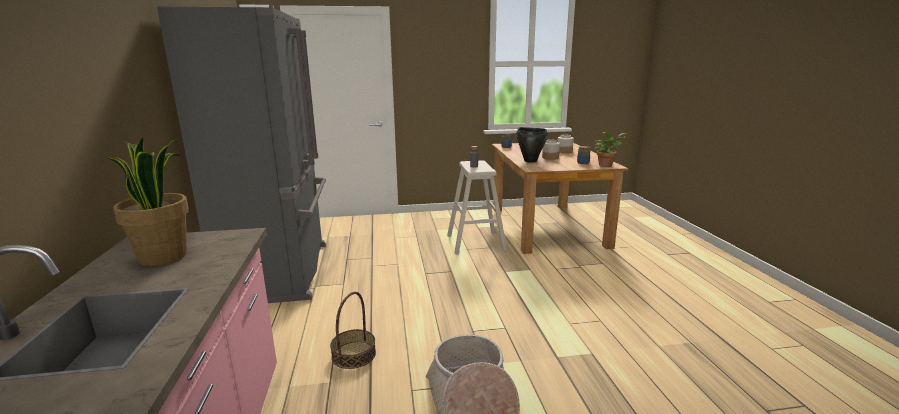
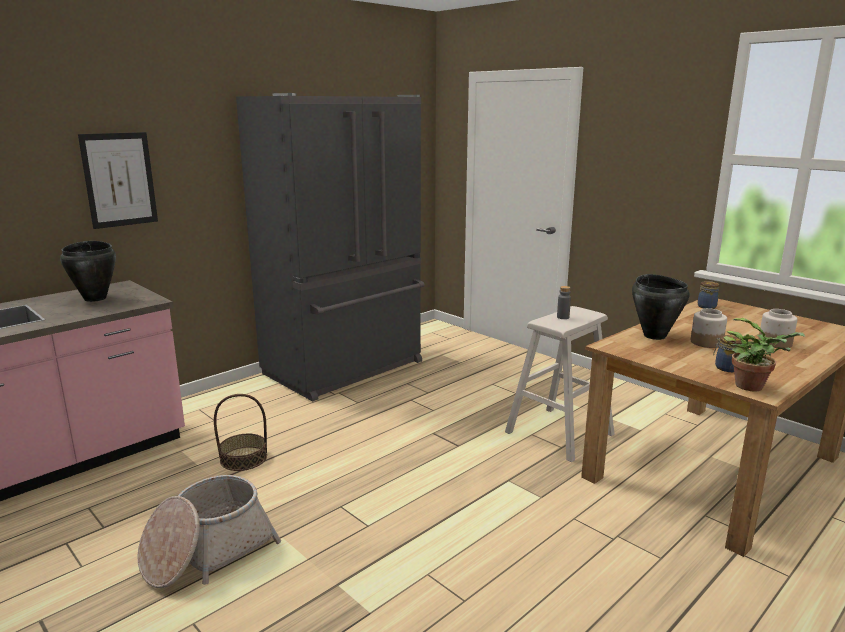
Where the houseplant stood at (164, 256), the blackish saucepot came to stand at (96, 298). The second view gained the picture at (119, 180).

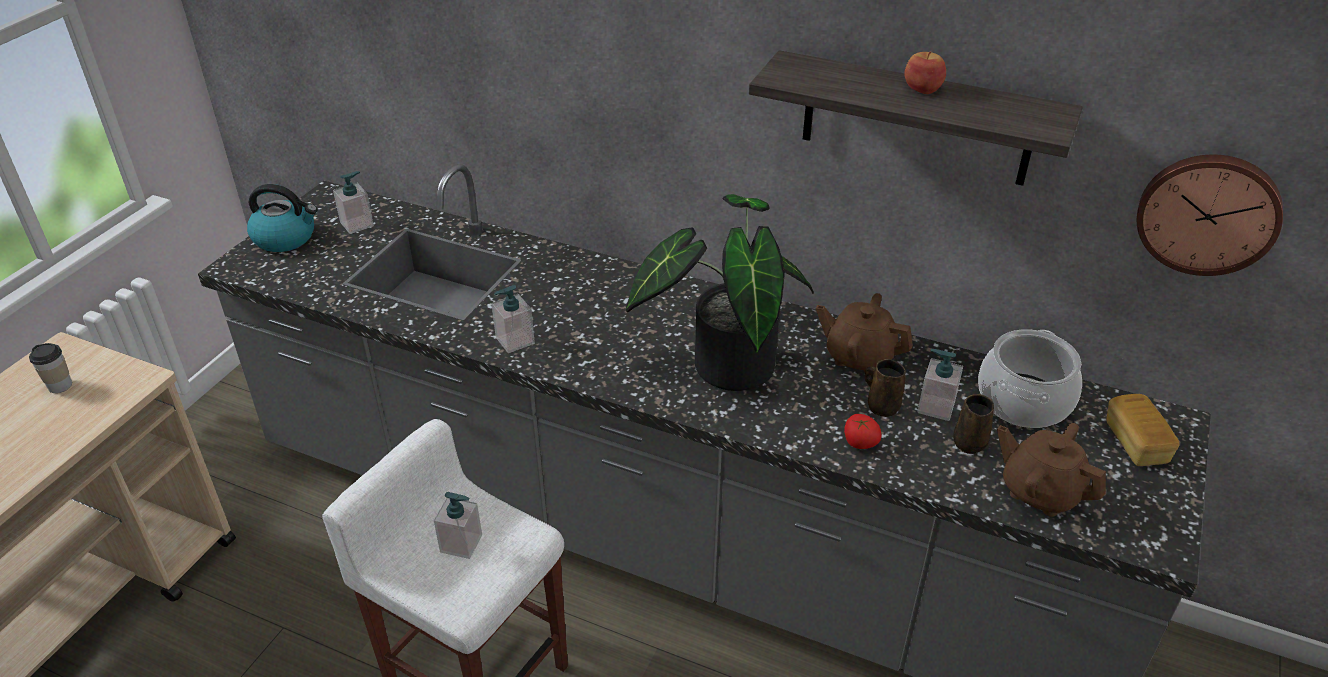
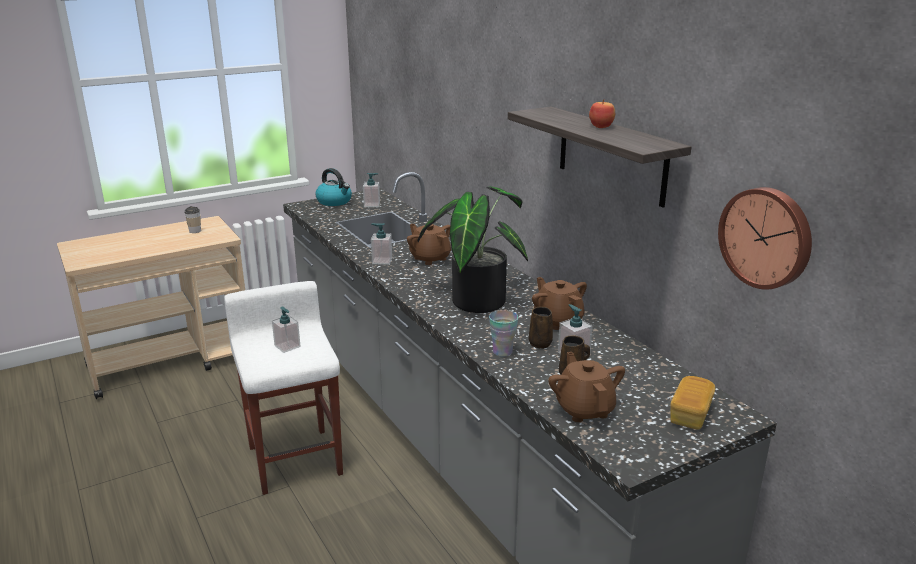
The second view lost the saucepot at (1024, 401). Where the tomato stood at (859, 443), the cup came to stand at (502, 352). The second view gained the brown-coloured tea pot at (430, 258).

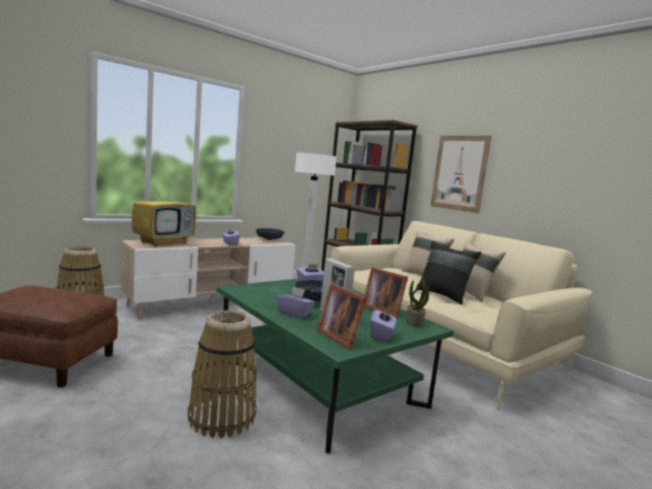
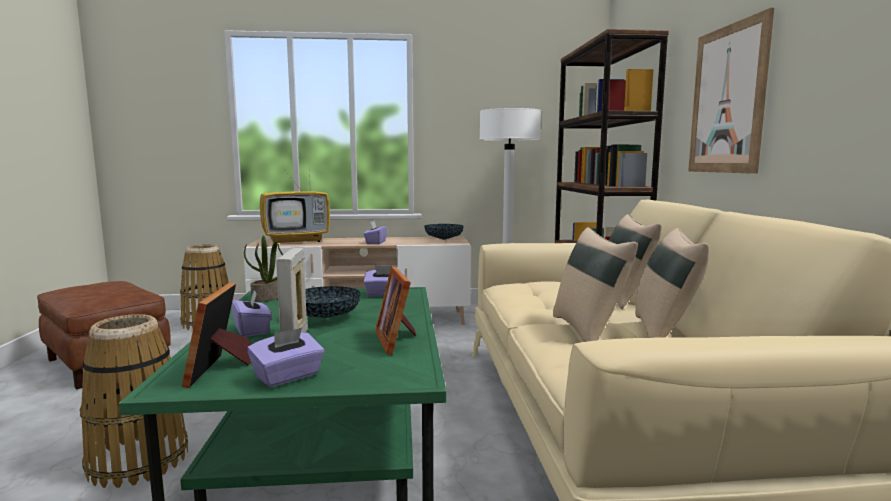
What was the blackish throw pillow at (443, 295) turned into the beige throw pillow at (589, 331). The houseplant ended up elsewhere, having gone from (415, 322) to (268, 298).

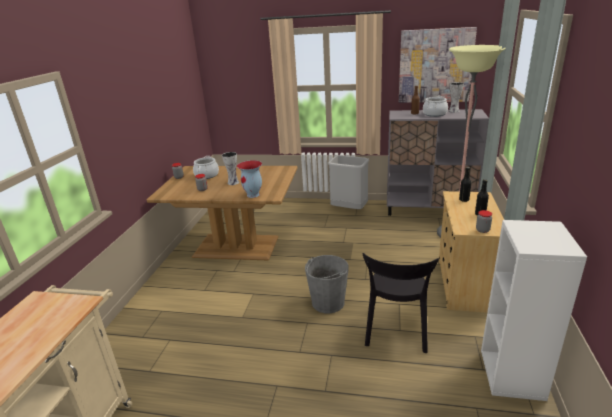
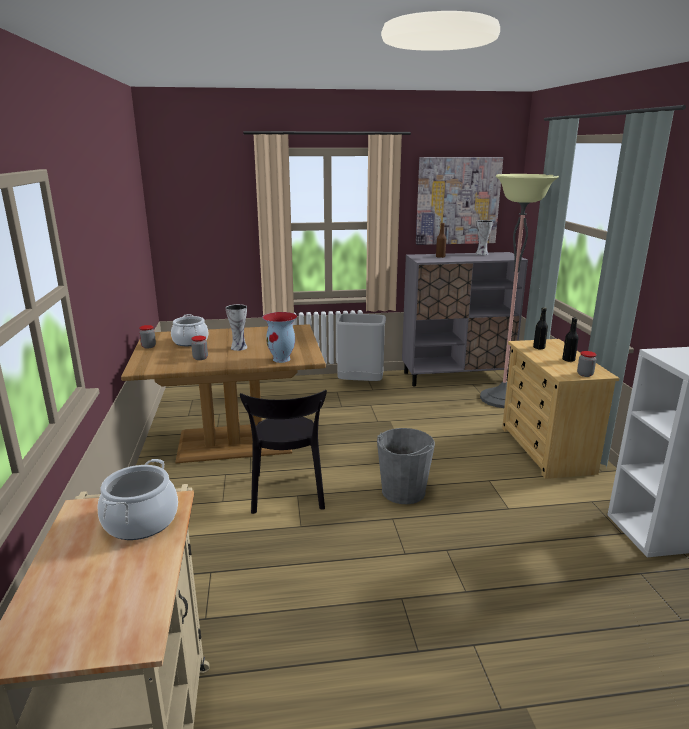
The saucepot ended up elsewhere, having gone from (434, 114) to (141, 521). The blackish upright chair ended up elsewhere, having gone from (396, 332) to (287, 494).

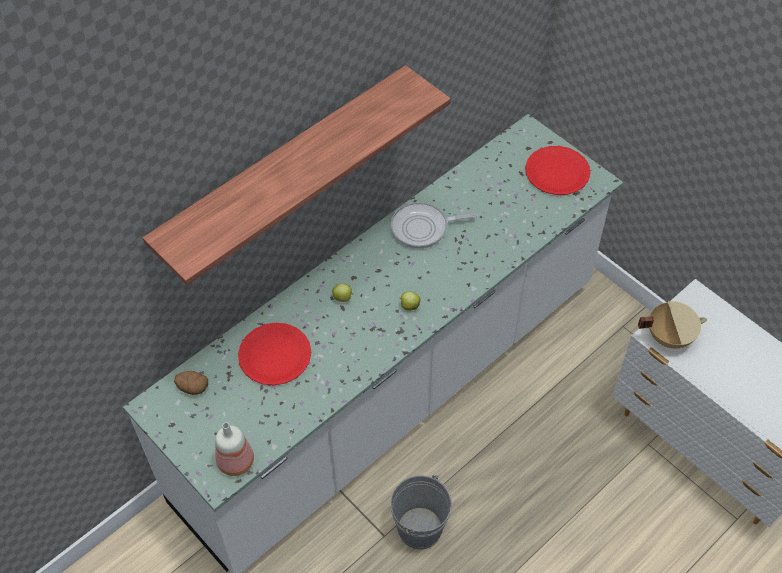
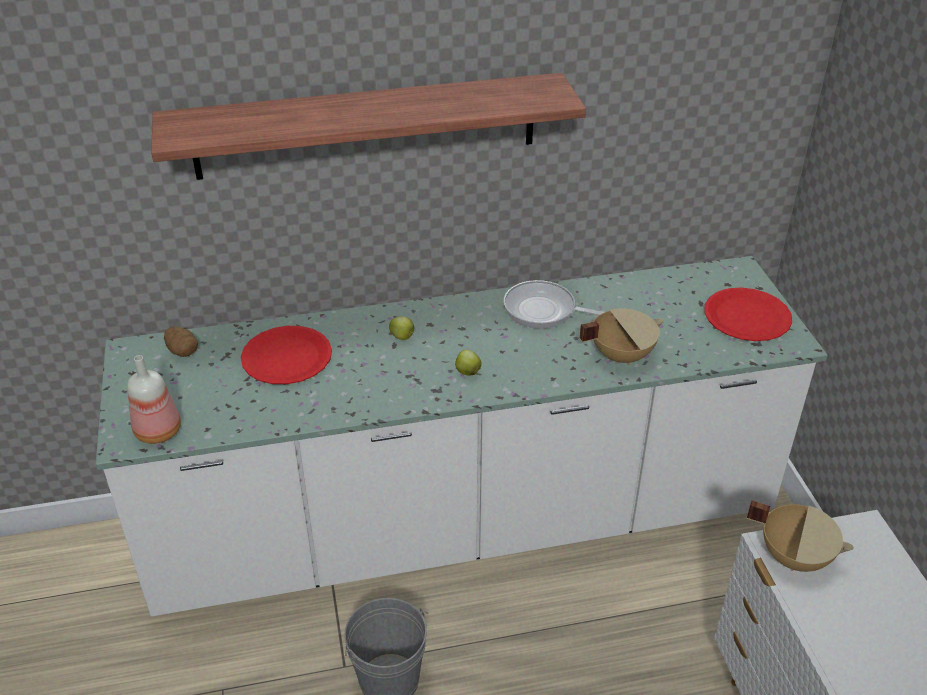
The second view gained the beige saucepot at (620, 355).

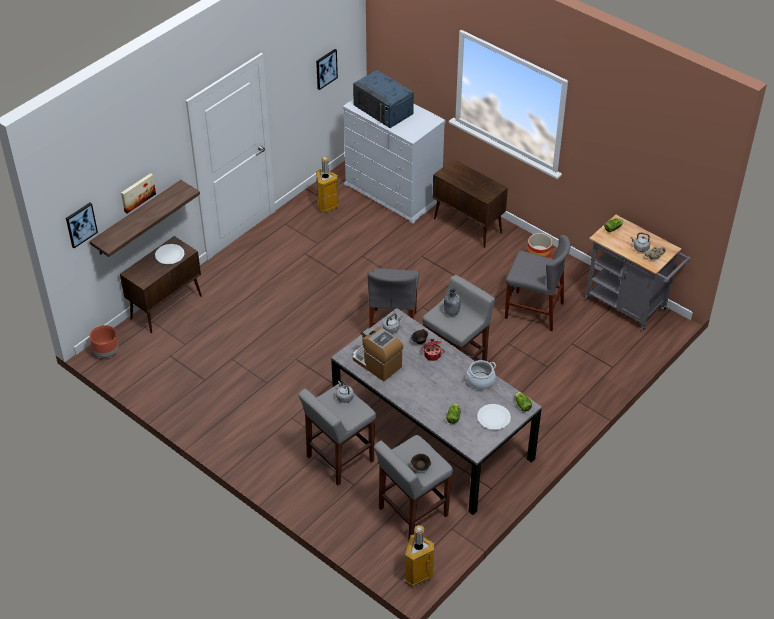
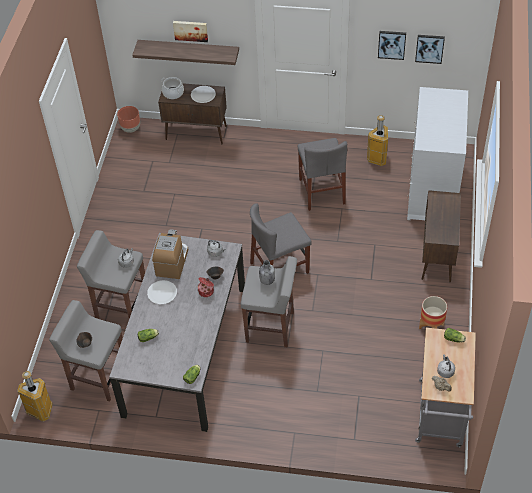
The second view lost the blue kitchen microwave at (383, 109). The picture ended up elsewhere, having gone from (81, 224) to (391, 44). The gray upright chair ended up elsewhere, having gone from (534, 310) to (321, 191). The saucepot ended up elsewhere, having gone from (480, 381) to (173, 93). The whitish dinner plate ended up elsewhere, having gone from (493, 417) to (162, 293).

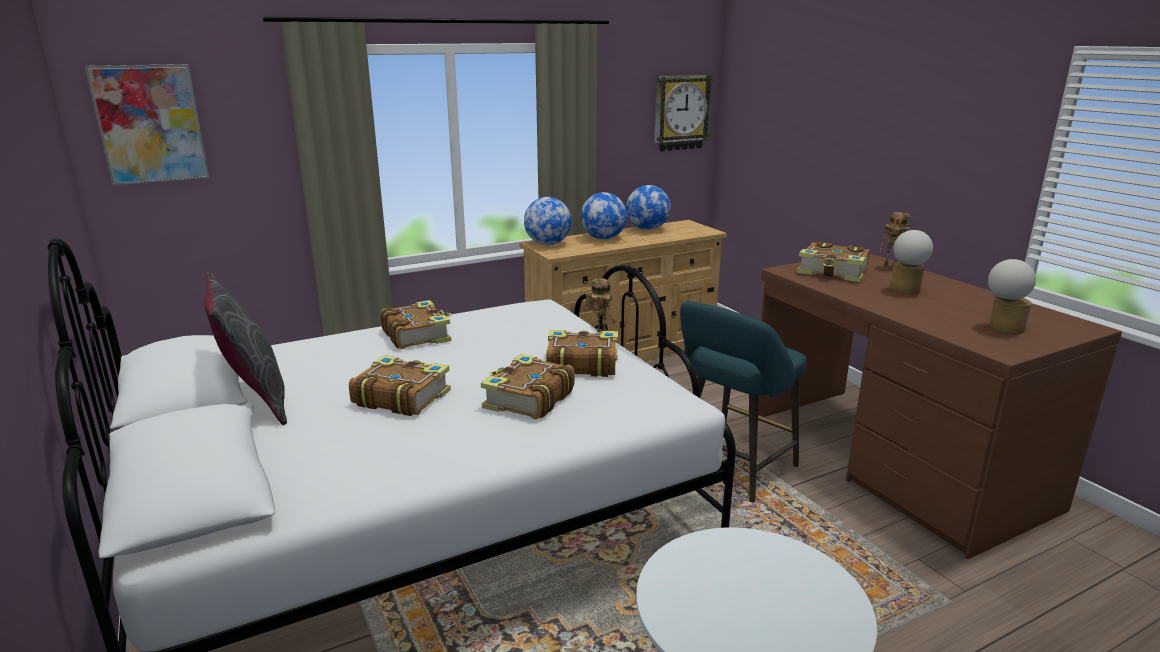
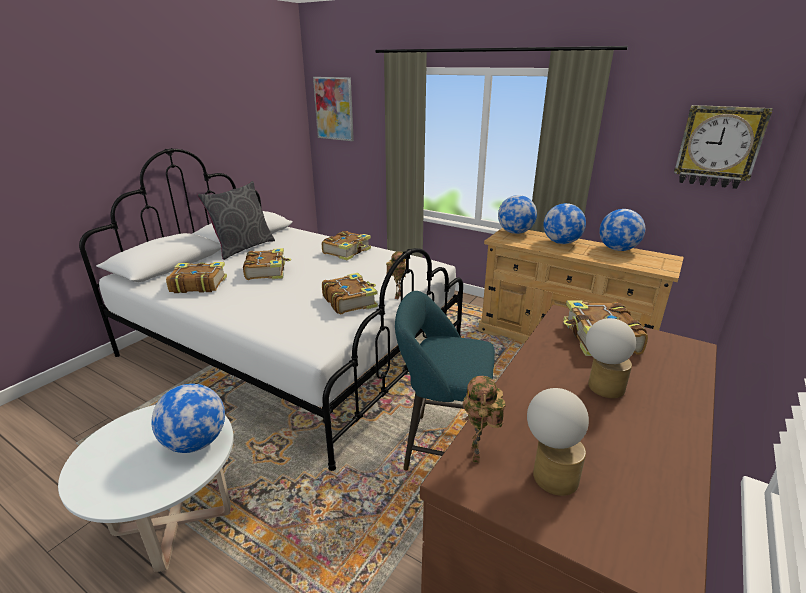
The model robot ended up elsewhere, having gone from (891, 268) to (478, 456). The bound book ended up elsewhere, having gone from (527, 399) to (198, 284). The second view gained the world globe at (196, 443).

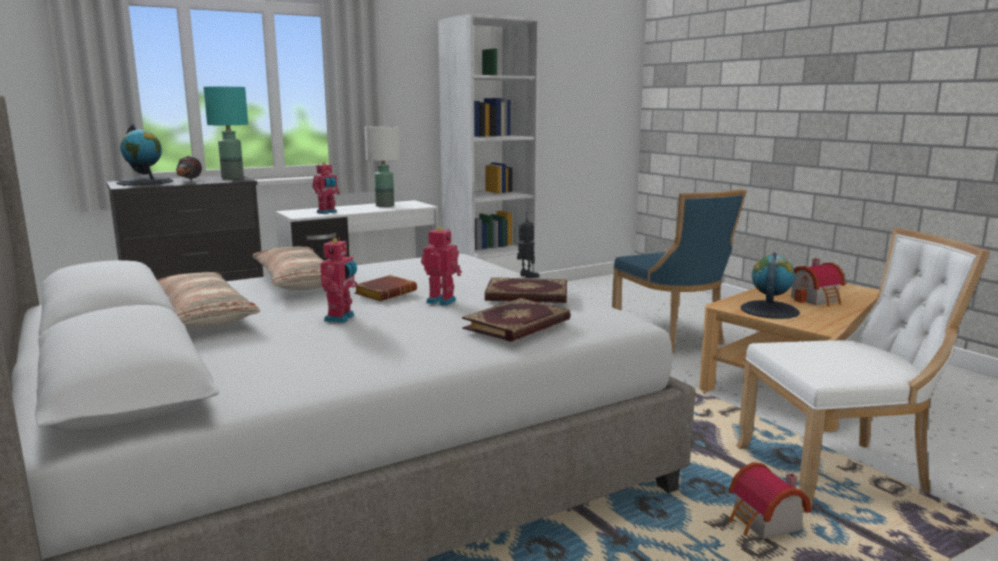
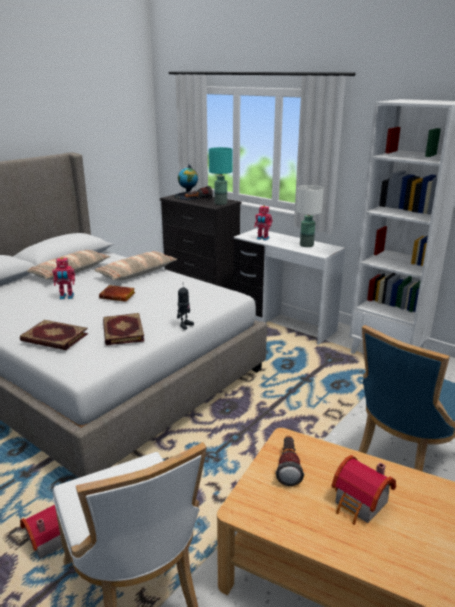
The second view lost the model robot at (442, 301). Where the world globe stood at (769, 310), the flashlight came to stand at (288, 467).

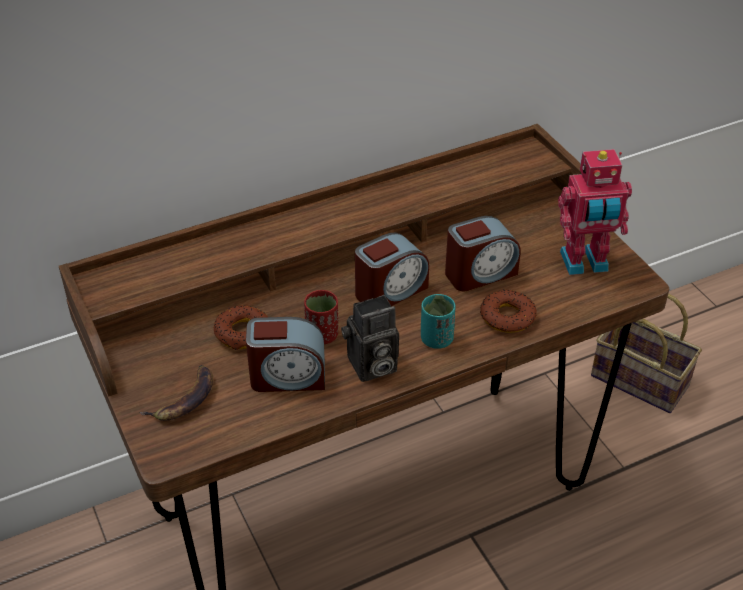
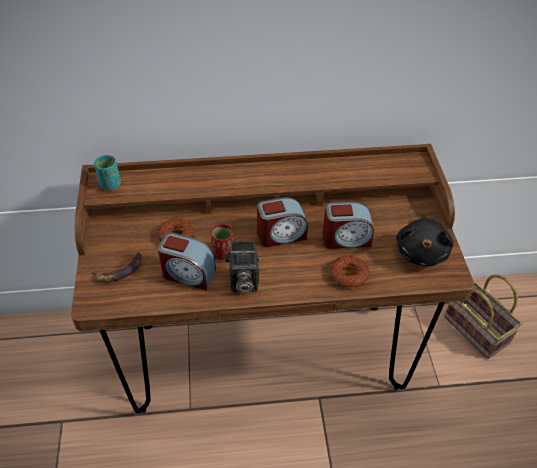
Where the model robot stood at (585, 263), the blackish cuddly toy came to stand at (421, 251). The blue-green cup ended up elsewhere, having gone from (436, 339) to (110, 184).

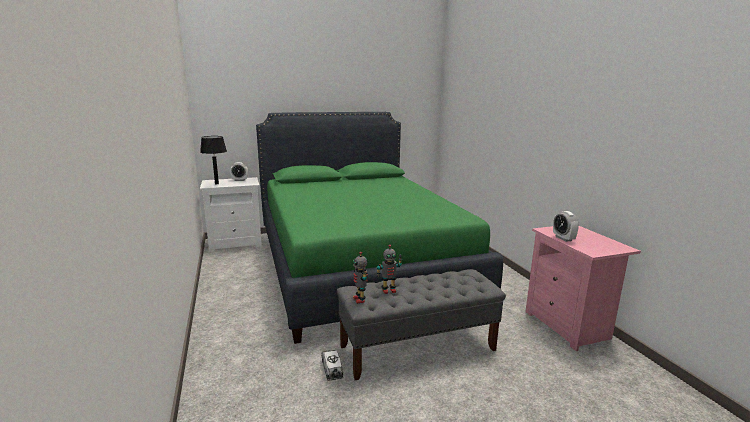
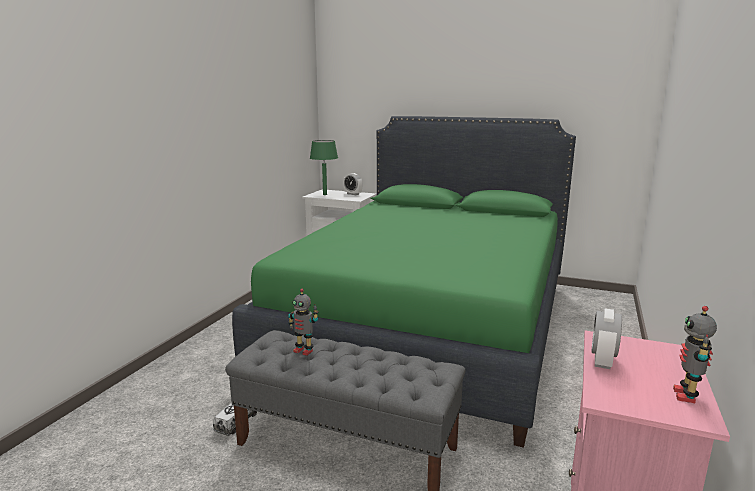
What was the blackish table lamp at (216, 184) turned into the green table lamp at (324, 194). The model robot ended up elsewhere, having gone from (360, 299) to (686, 396).

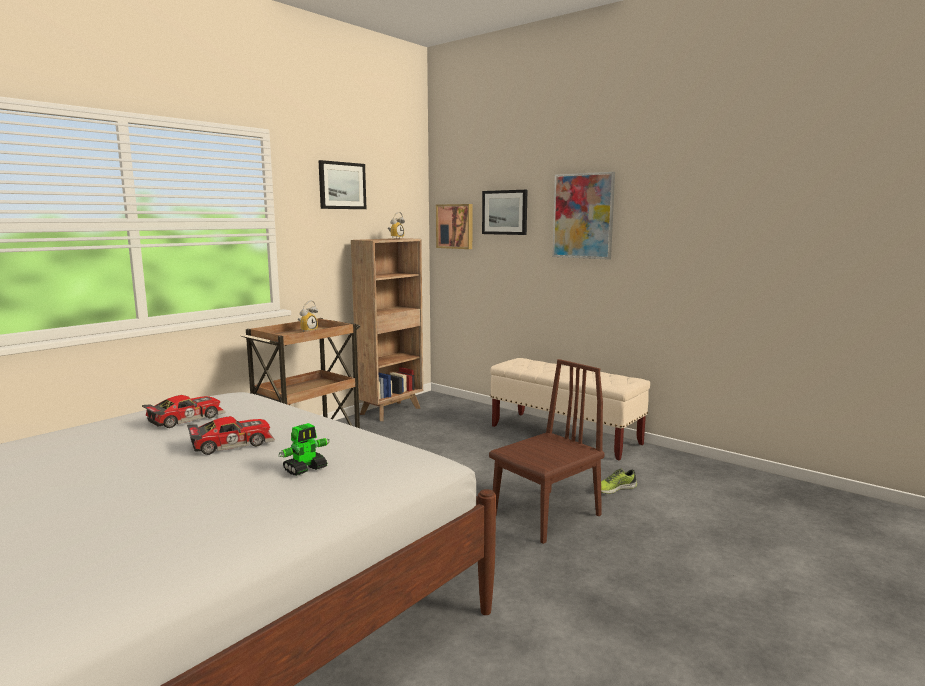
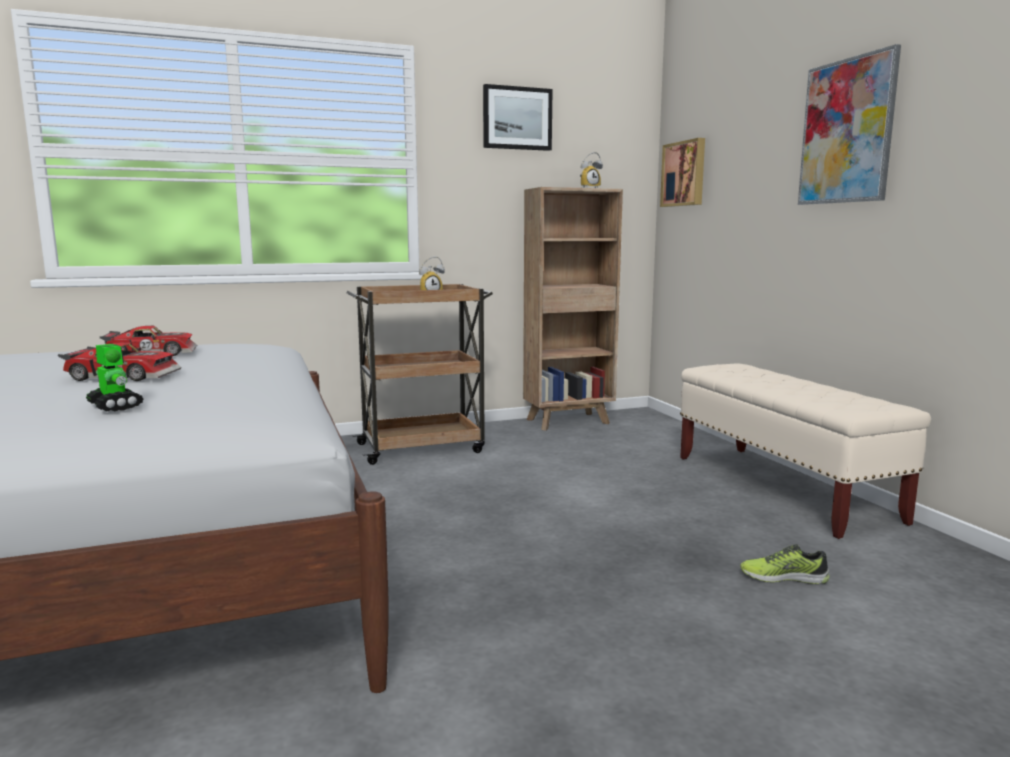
The second view lost the picture at (505, 212). The second view lost the brown-coloured upright chair at (546, 515). The model robot at (306, 469) ended up facing another way, 120 degrees counterclockwise from before.

